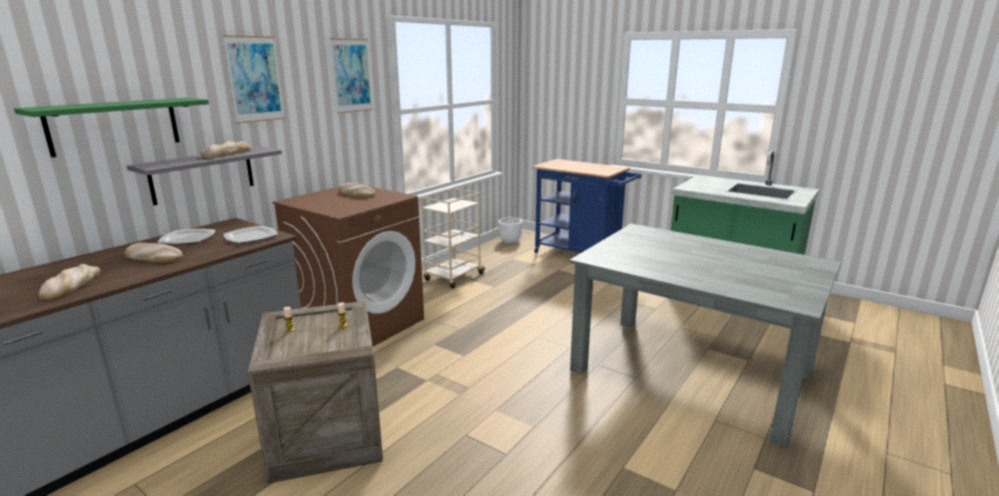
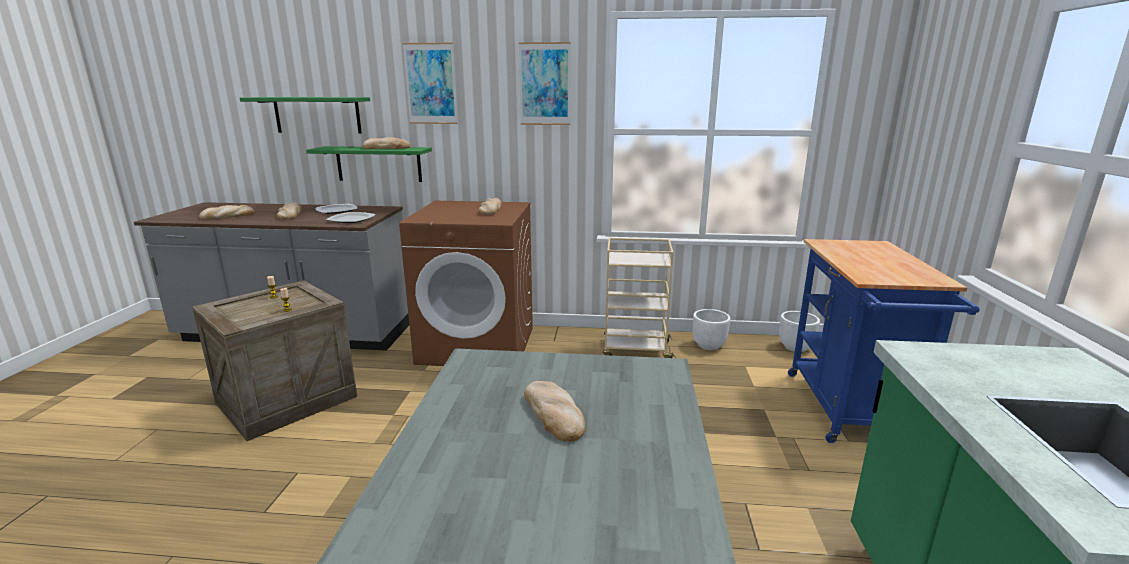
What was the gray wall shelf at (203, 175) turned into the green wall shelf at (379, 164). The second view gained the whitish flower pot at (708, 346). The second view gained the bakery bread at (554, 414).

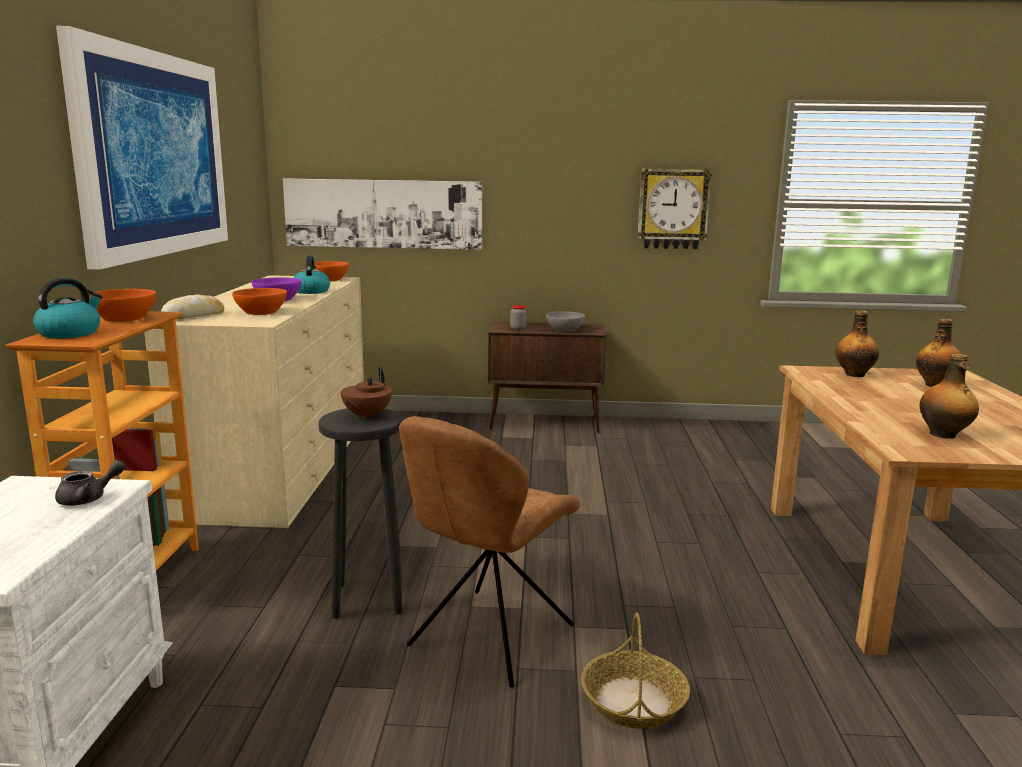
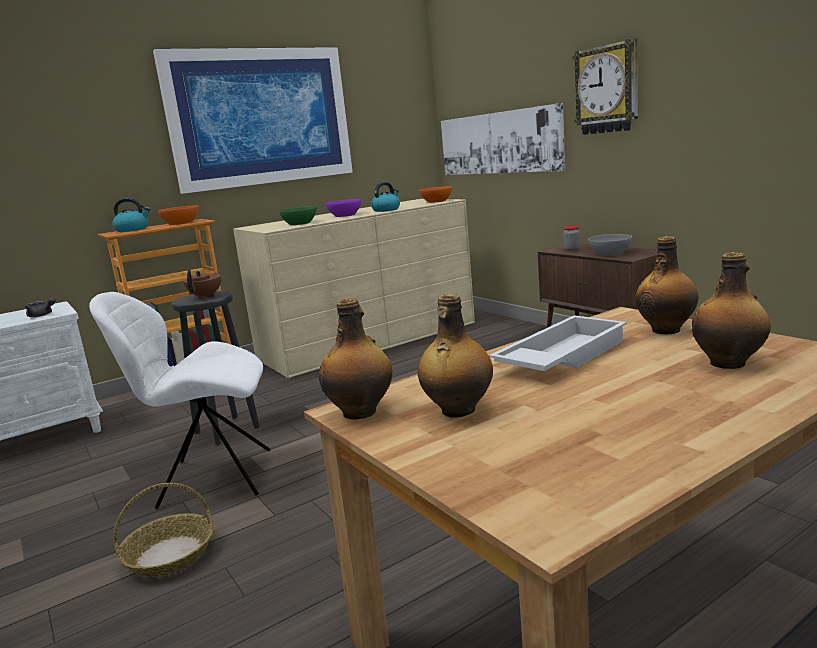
The clock on the wall ended up elsewhere, having gone from (673, 209) to (607, 89). What was the orange deep dish at (260, 312) turned into the green deep dish at (299, 223). The second view lost the bakery bread at (194, 316). The brown-coloured tea pot at (366, 416) ended up facing another way, 120 degrees clockwise from before. What was the brown-coloured upright chair at (488, 638) turned into the whitish upright chair at (211, 478). The second view gained the bottle at (361, 412). The second view gained the whitish carrying tray at (560, 356).

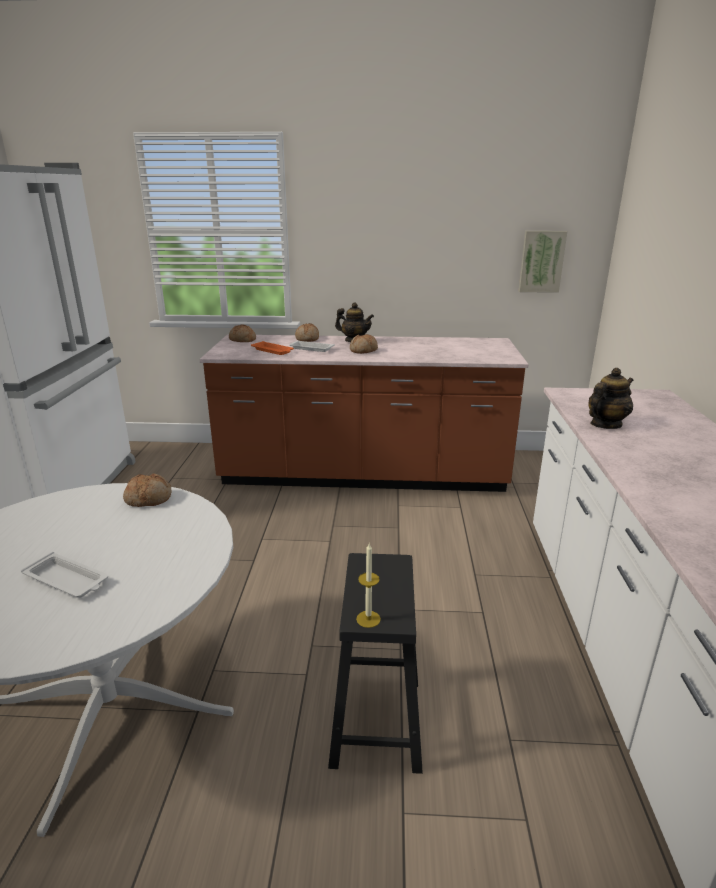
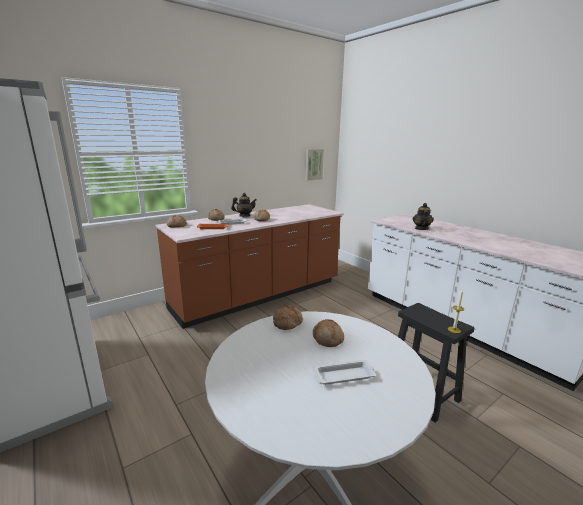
The second view gained the bakery bread at (328, 338).

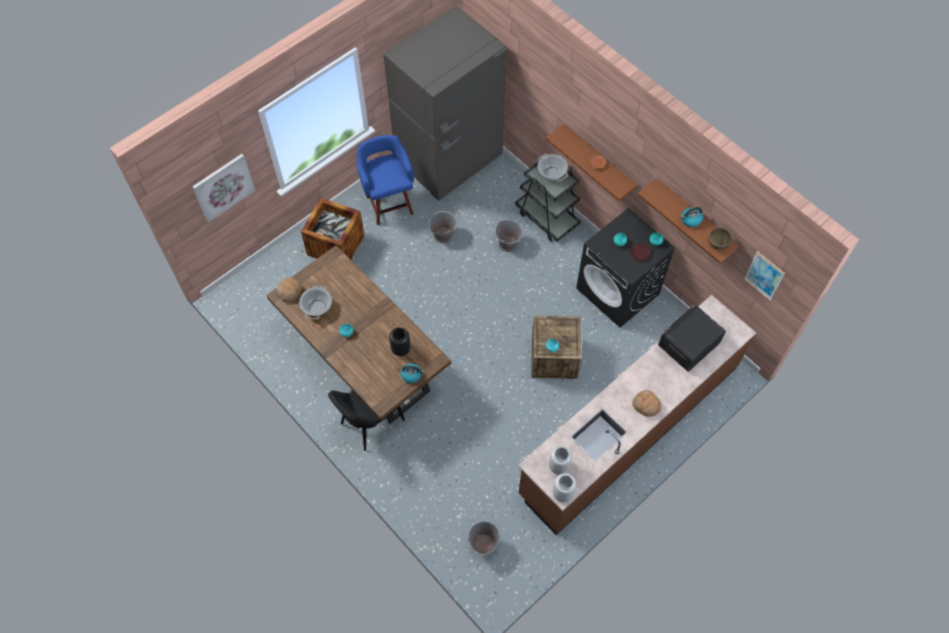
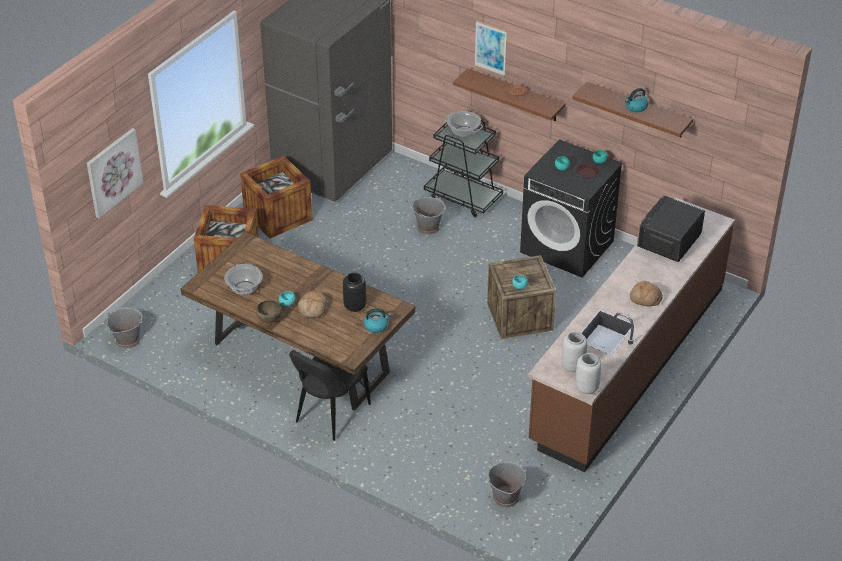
Where the blue sitting stool stood at (389, 203), the packing crate came to stand at (278, 216). The gray pail ended up elsewhere, having gone from (443, 235) to (127, 340). The brown-coloured deep dish ended up elsewhere, having gone from (716, 245) to (269, 320). The picture ended up elsewhere, having gone from (764, 275) to (490, 48). The bakery bread ended up elsewhere, having gone from (290, 291) to (313, 309).

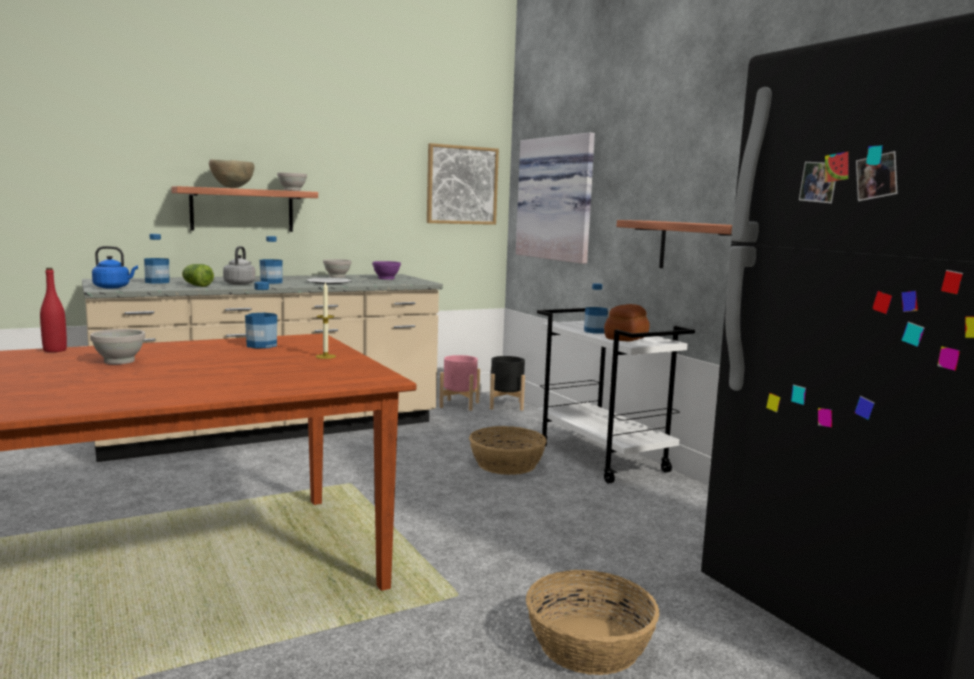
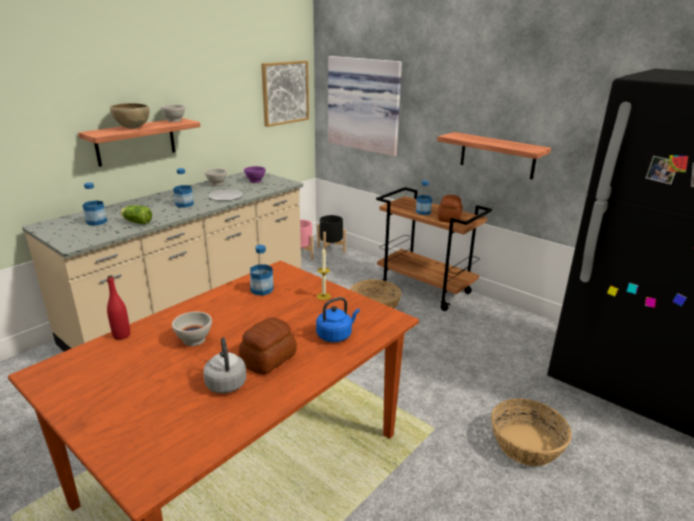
The blue water kettle ended up elsewhere, having gone from (113, 287) to (336, 335). The gray water kettle ended up elsewhere, having gone from (240, 283) to (226, 382). What was the whitish trolley at (603, 459) turned into the brown-coloured trolley at (426, 289). The second view gained the bakery bread at (269, 359).

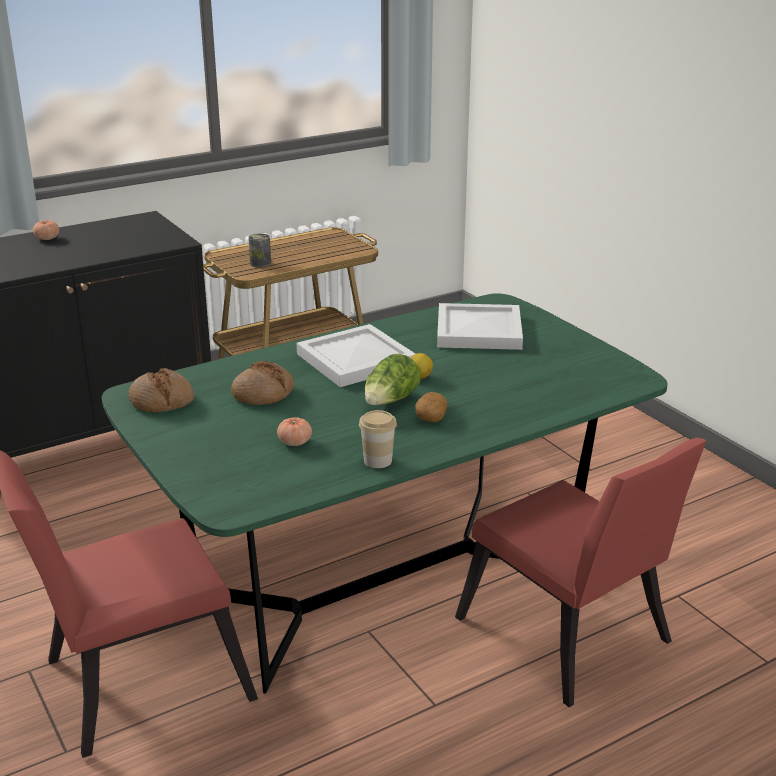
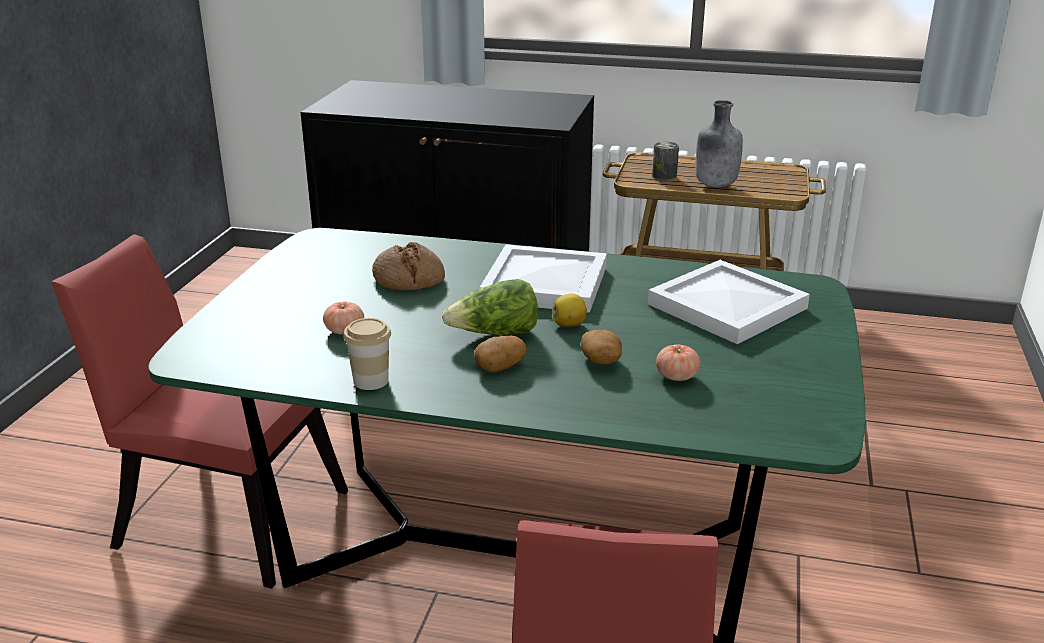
The tomato ended up elsewhere, having gone from (47, 238) to (677, 376). The second view lost the bakery bread at (162, 401). The second view gained the gray bottle at (715, 185). The second view gained the whole potato at (601, 360).

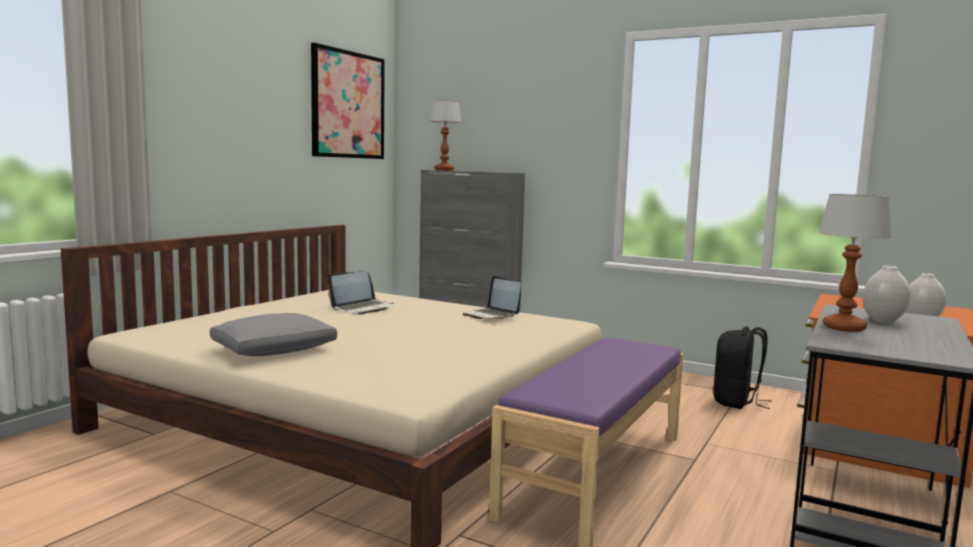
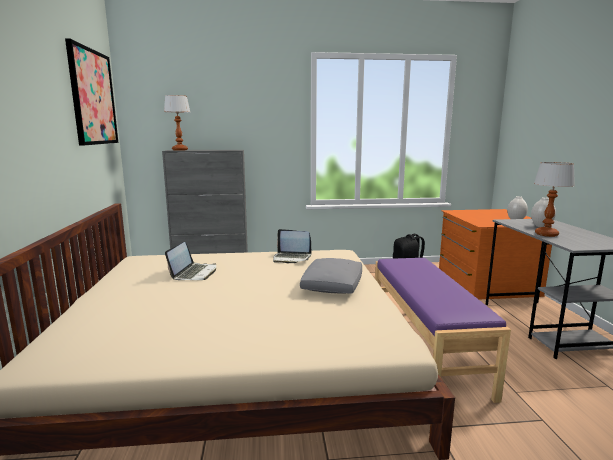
The gray throw pillow ended up elsewhere, having gone from (275, 350) to (332, 285).

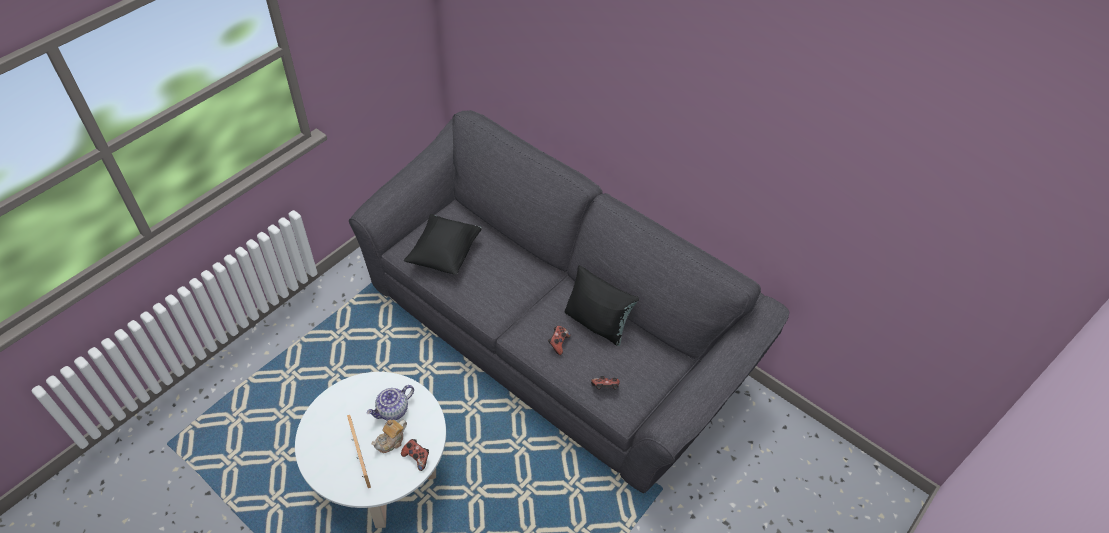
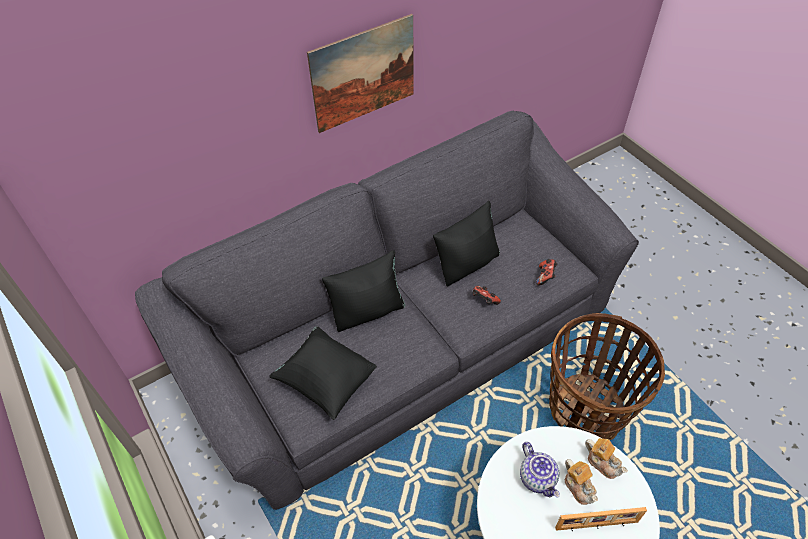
Where the game controller stood at (417, 457), the tea pot came to stand at (603, 462). The second view gained the picture at (363, 74). The second view gained the blackish throw pillow at (368, 311). The second view gained the storage basket at (586, 410).

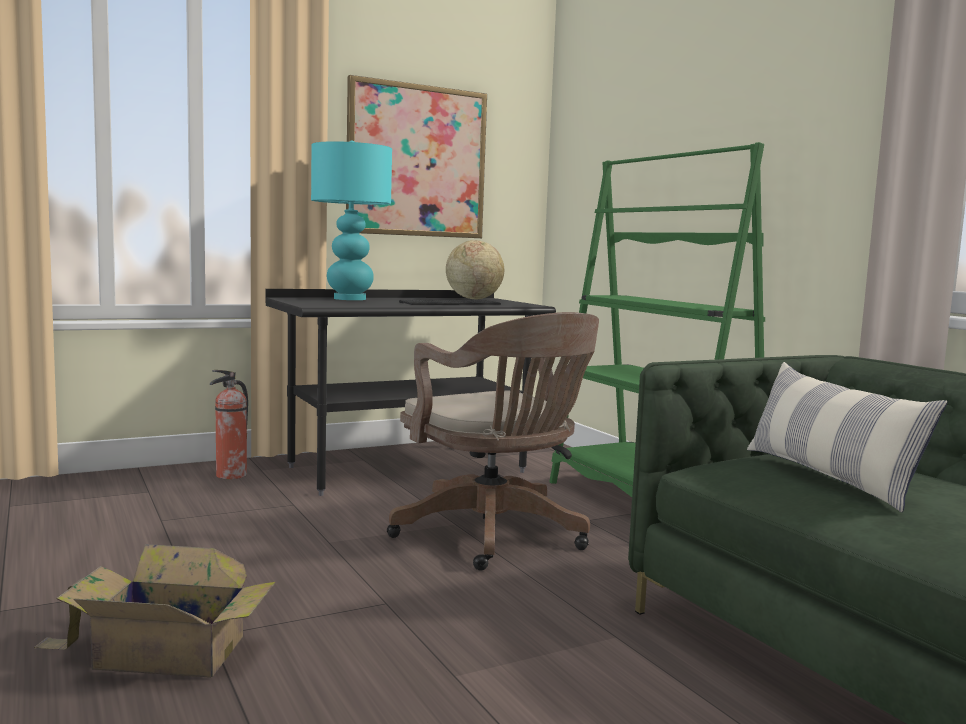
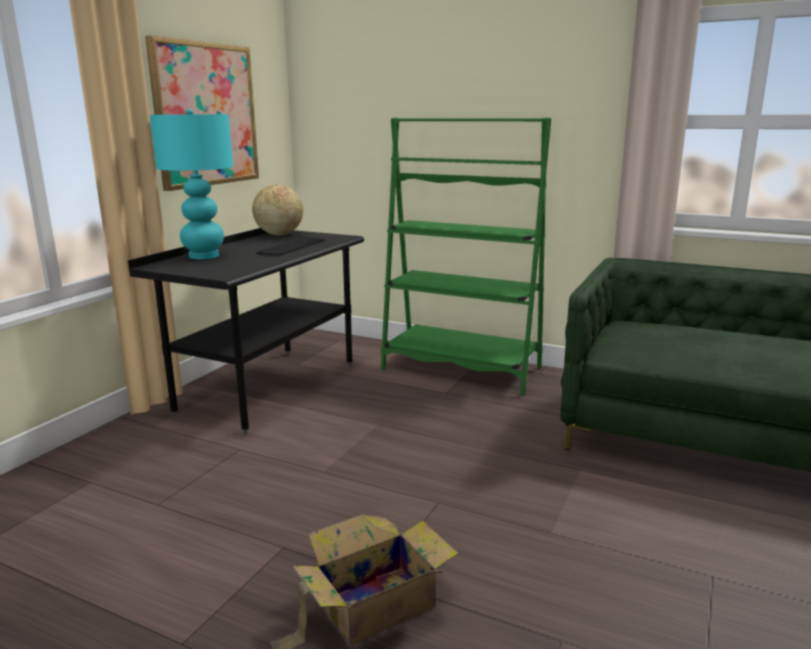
The second view lost the brown-coloured computer chair at (495, 536). The second view lost the throw pillow at (827, 477). The second view lost the fire-fighting cylinder at (230, 475).

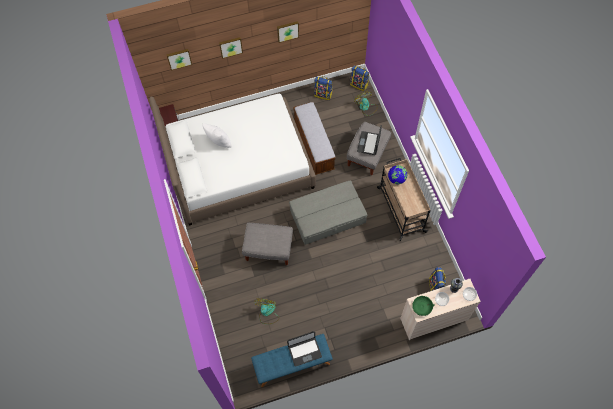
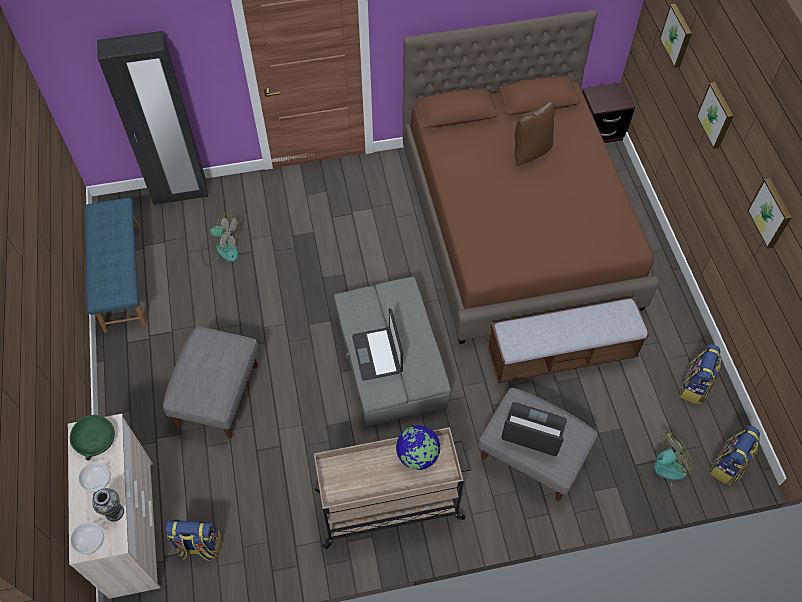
What was the whitish bed at (239, 166) turned into the brown-coloured bed at (517, 226). What was the whitish throw pillow at (219, 143) turned into the brown-coloured throw pillow at (530, 151). The gray footrest ended up elsewhere, having gone from (269, 249) to (218, 396). The portable computer ended up elsewhere, having gone from (304, 351) to (378, 354). The second view gained the blackish clothes cupboard at (180, 193).

